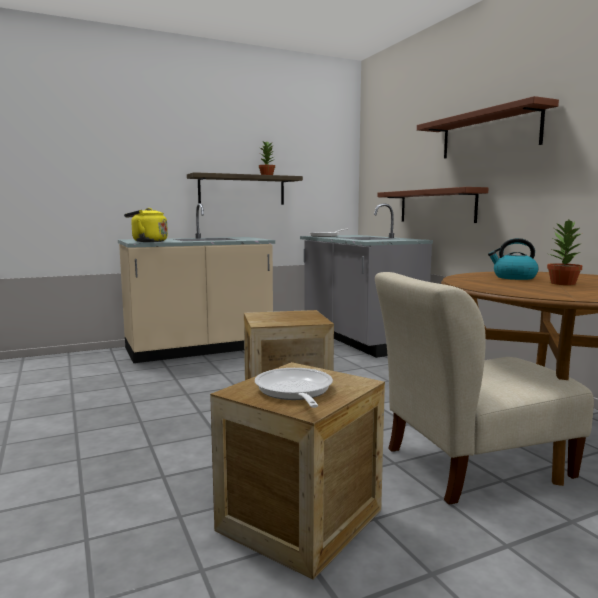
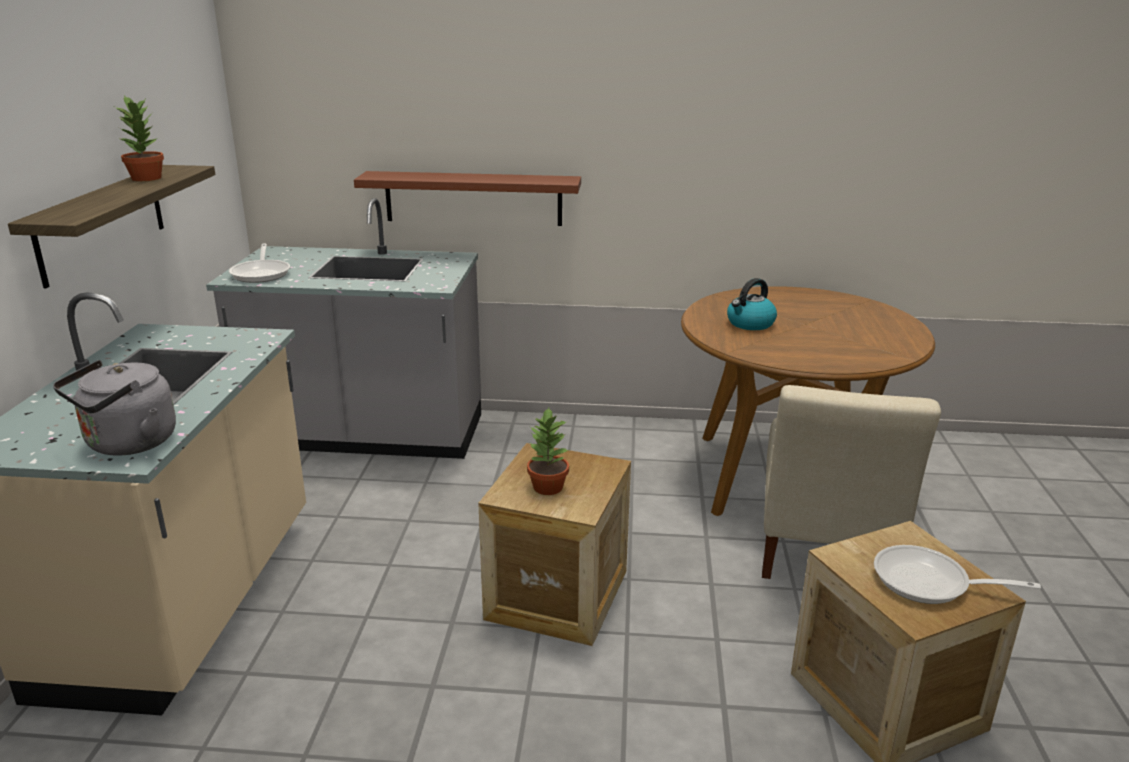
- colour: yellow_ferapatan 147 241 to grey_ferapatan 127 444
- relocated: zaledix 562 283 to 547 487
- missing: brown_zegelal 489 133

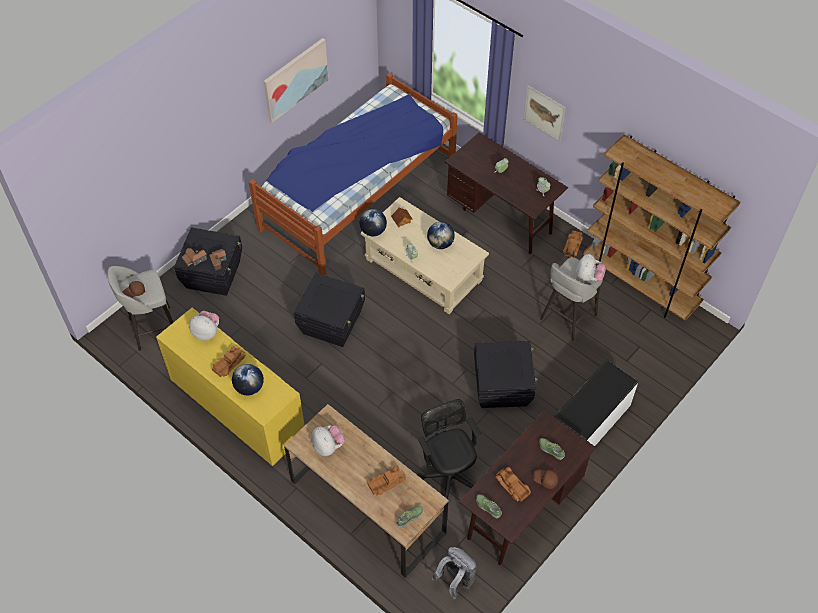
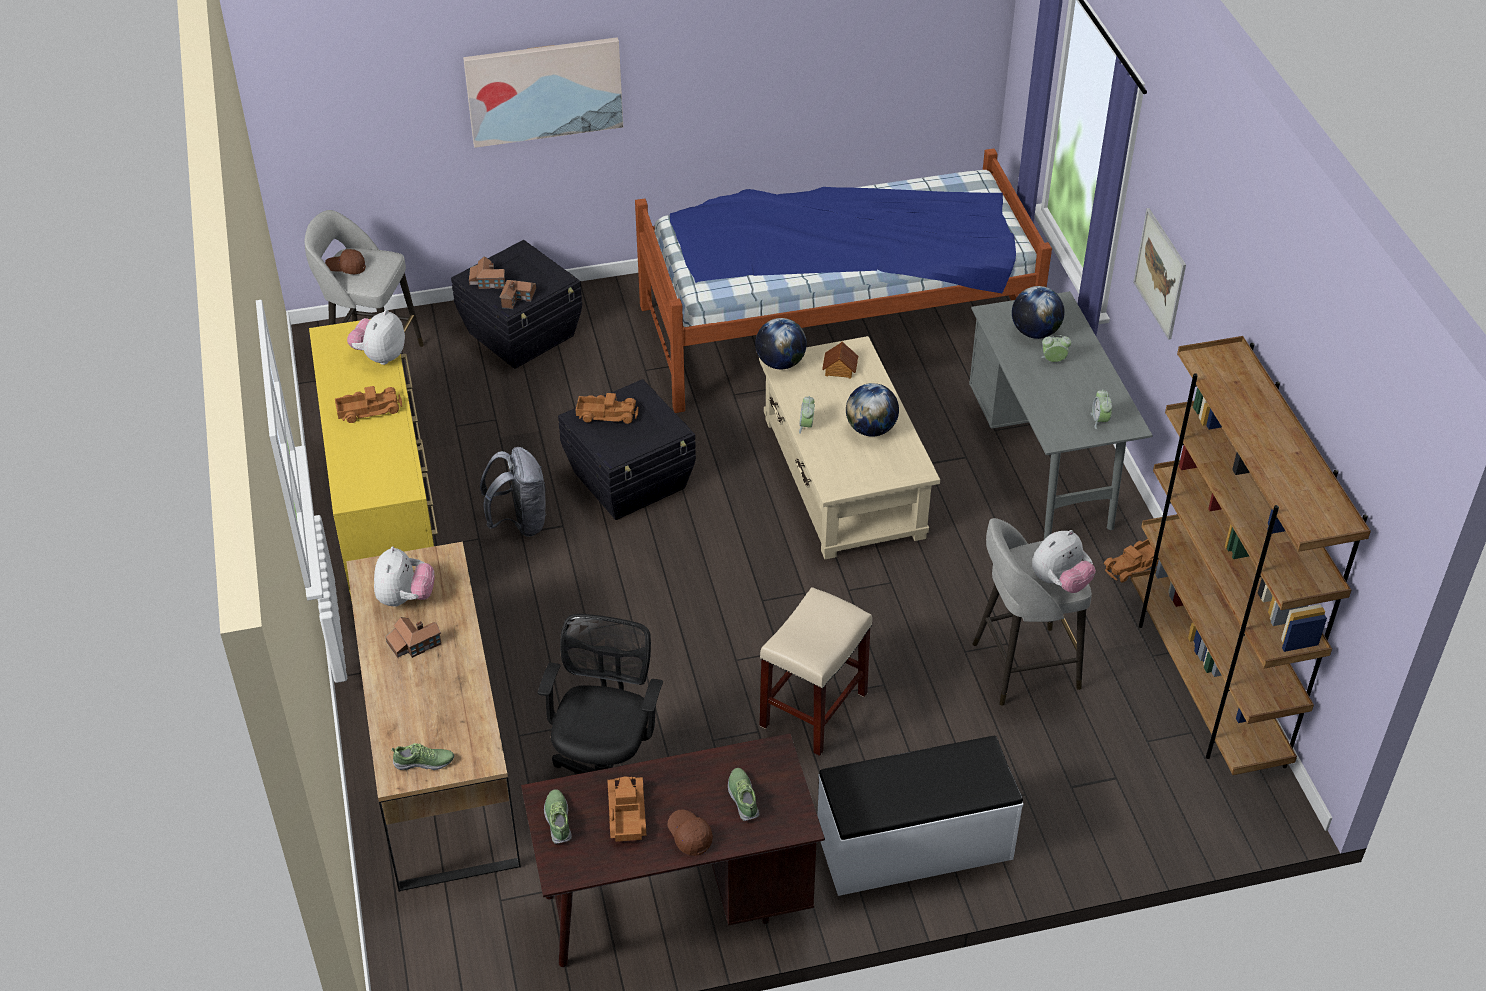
- spun: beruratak 207 332 = 380 356 120 degrees counterclockwise
- appeared: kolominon 414 643
- relocated: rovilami 295 79 to 544 90
- relocated: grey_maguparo 455 580 to 519 522
- relocated: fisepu 386 482 to 607 414
- exchanged: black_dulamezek 502 387 to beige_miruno 813 708
- colour: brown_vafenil 501 217 to grey_vafenil 1044 465
- relocated: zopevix 249 387 to 1035 332

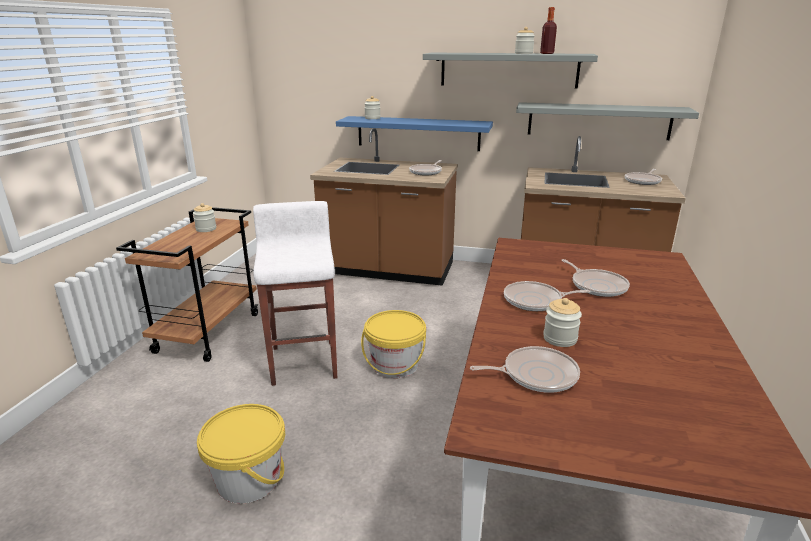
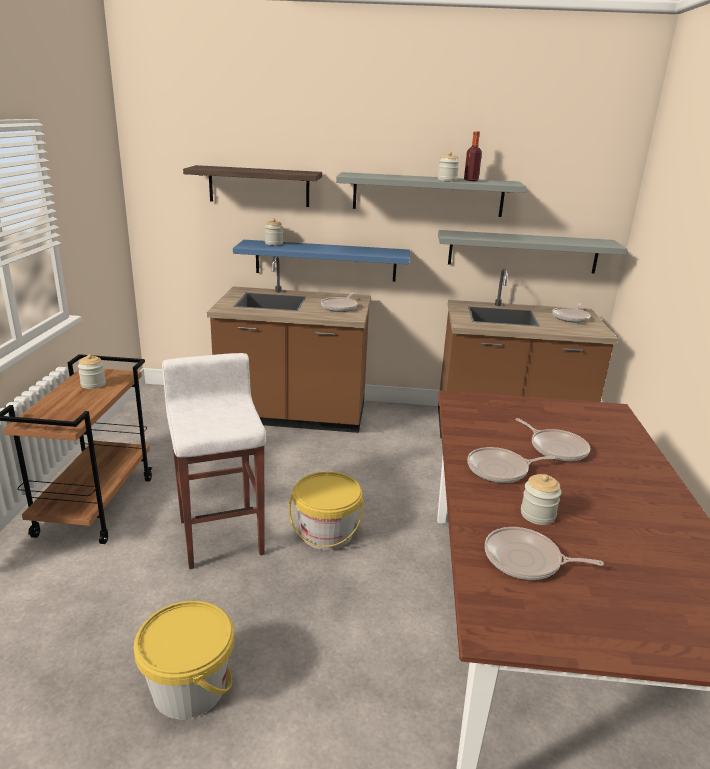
- appeared: zegelal 259 186
- spun: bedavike 536 375 = 526 560 150 degrees counterclockwise

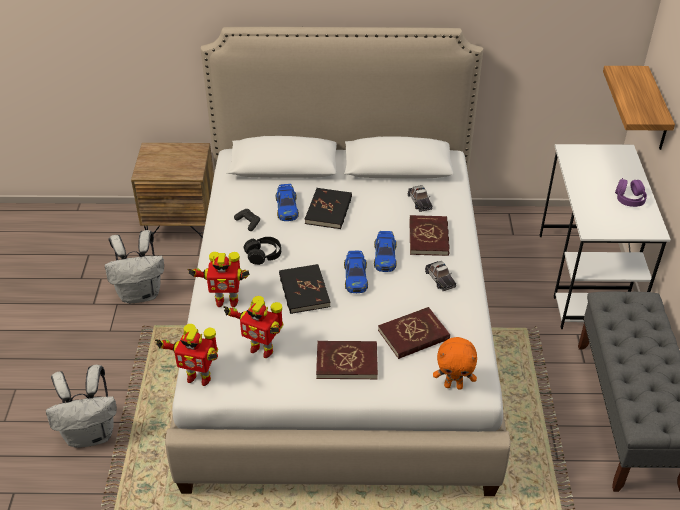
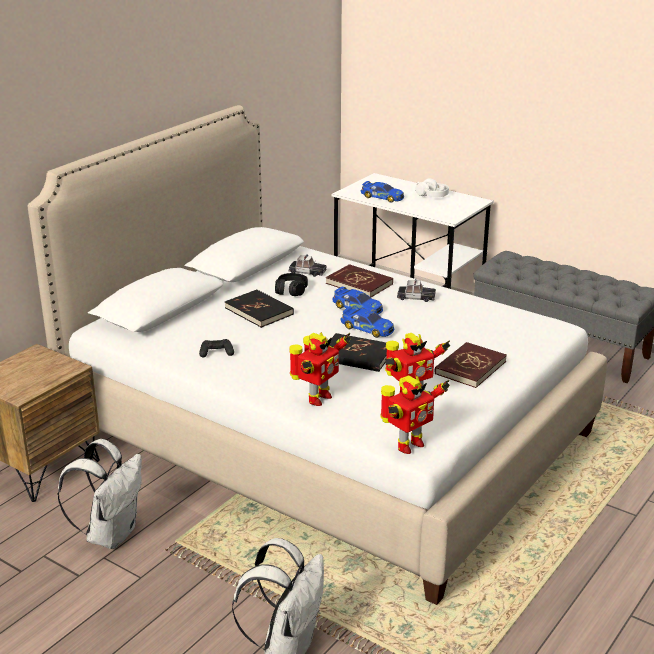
- relocated: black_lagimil 263 255 to 291 290
- relocated: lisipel 287 207 to 382 197
- colour: purple_lagimil 629 198 to white_lagimil 432 195
- missing: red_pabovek 413 335
- missing: orange_beruratak 453 385
- missing: zegelal 656 111

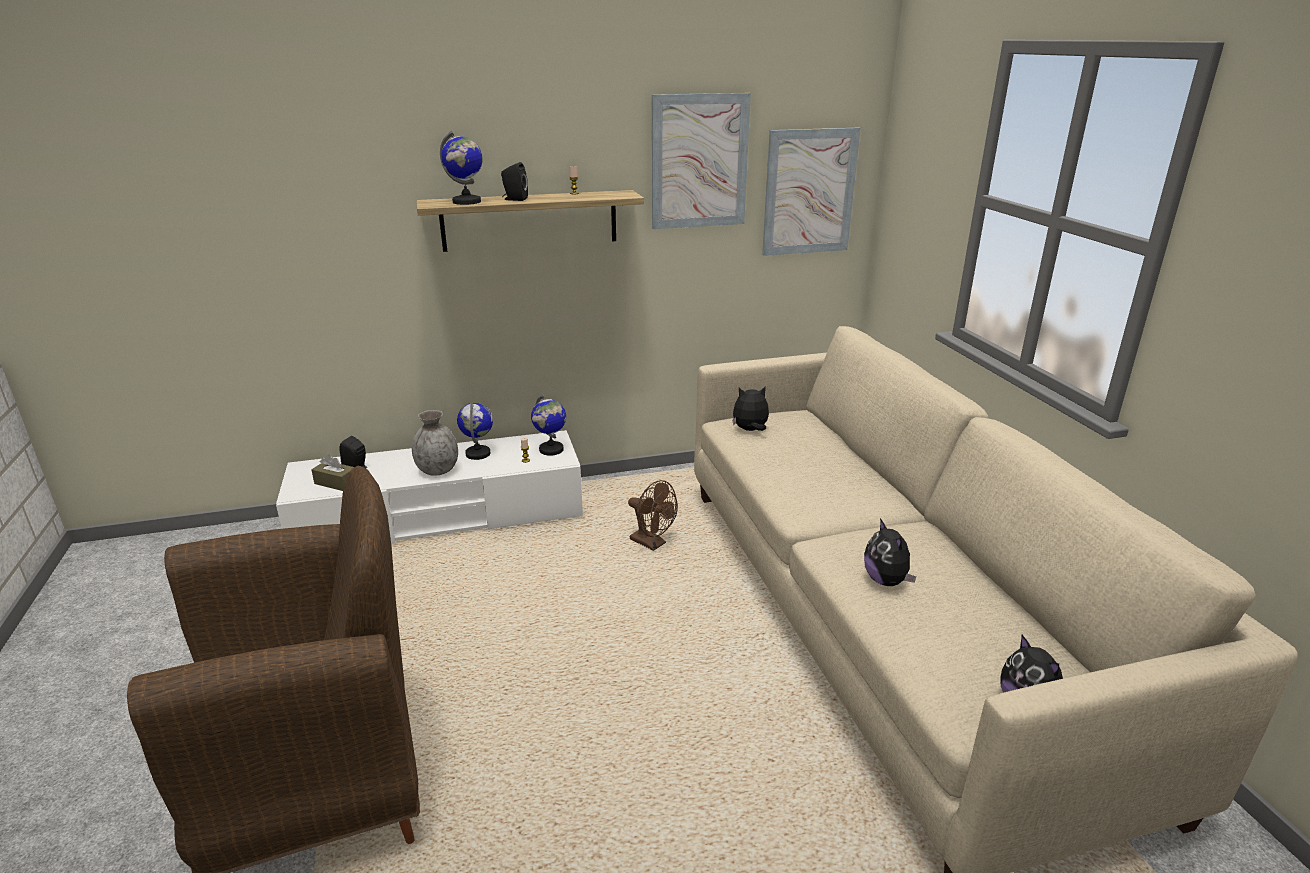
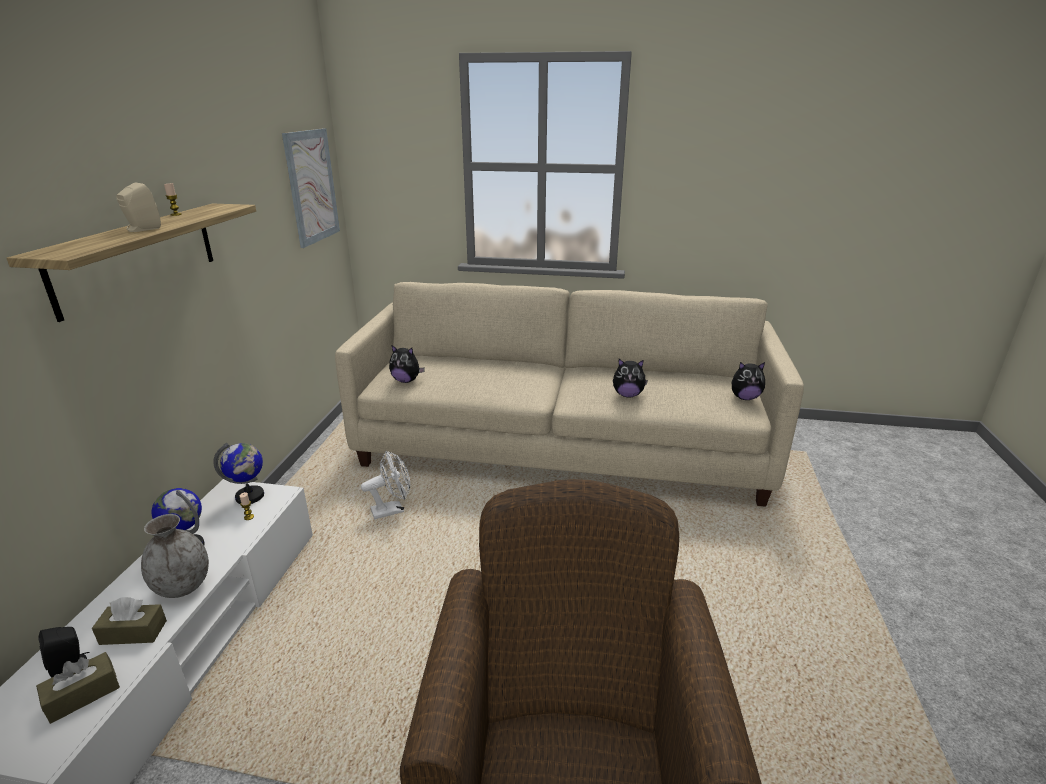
- appeared: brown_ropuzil 133 632
- colour: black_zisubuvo 514 199 to beige_zisubuvo 142 229
- colour: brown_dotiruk 652 544 to white_dotiruk 392 510
- spun: beruratak 750 430 = 406 380 90 degrees counterclockwise
- missing: zopevix 466 202
- missing: rovilami 699 162

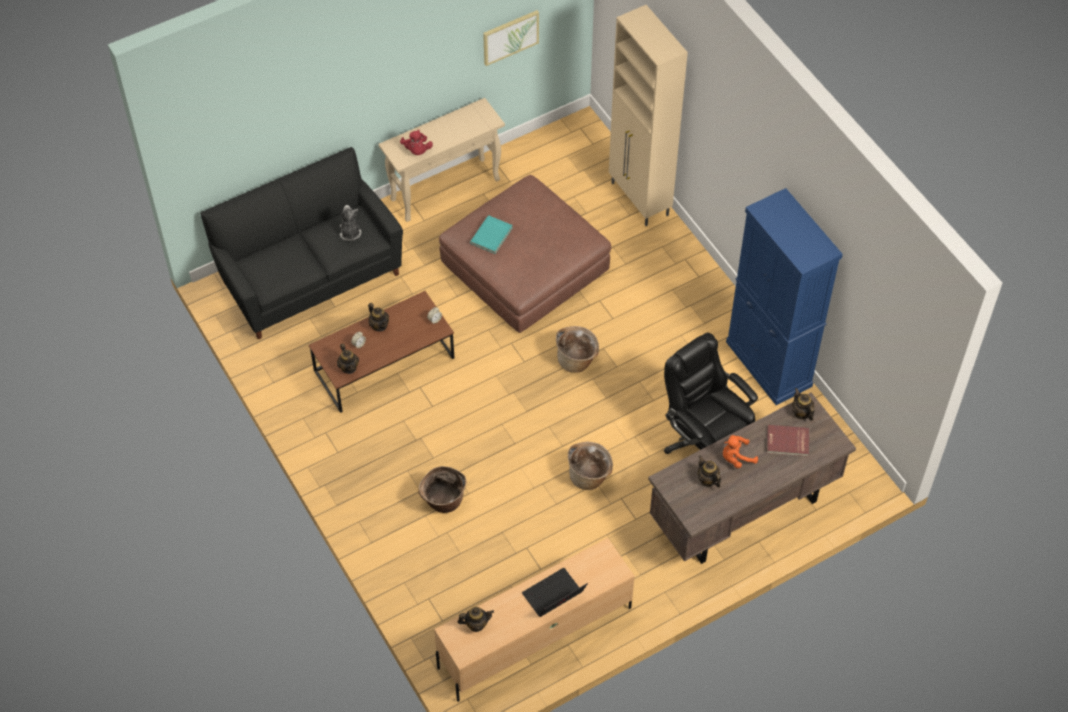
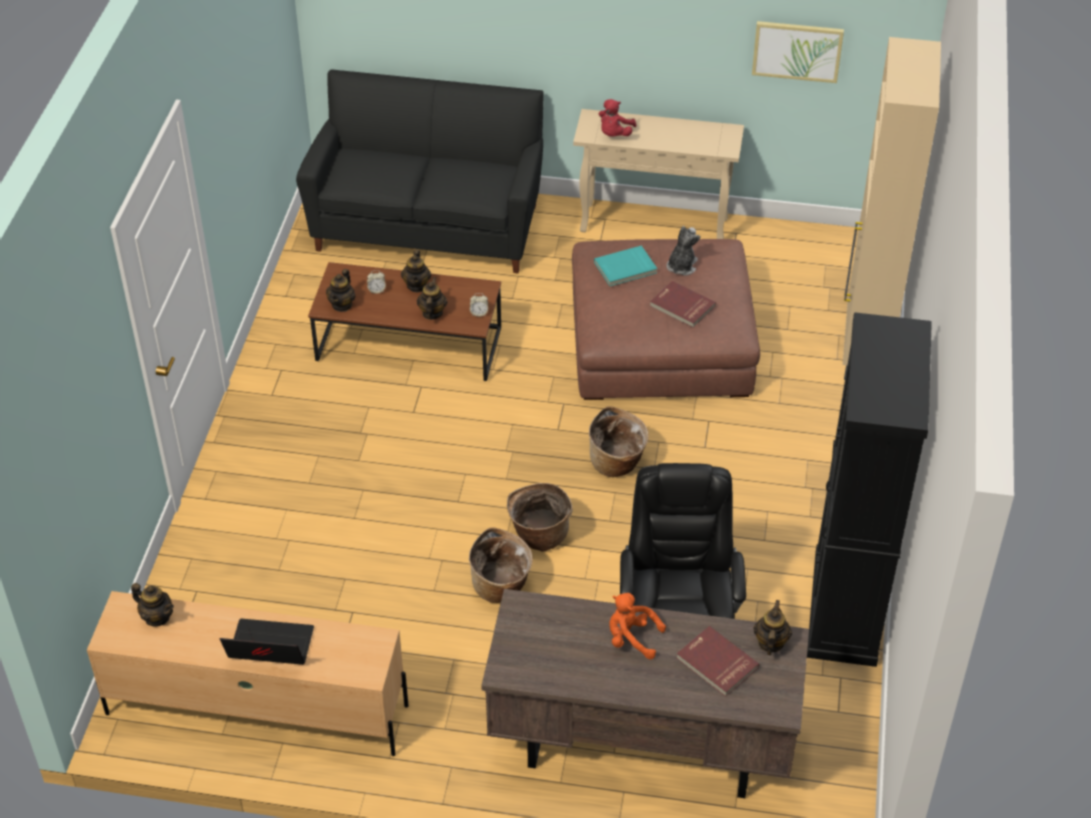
- relocated: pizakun 707 480 to 432 313
- relocated: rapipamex 443 501 to 539 535
- appeared: red_pabovek 681 306
- relocated: beruratak 350 233 to 681 266
- colour: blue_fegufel 769 364 to black_fegufel 845 608

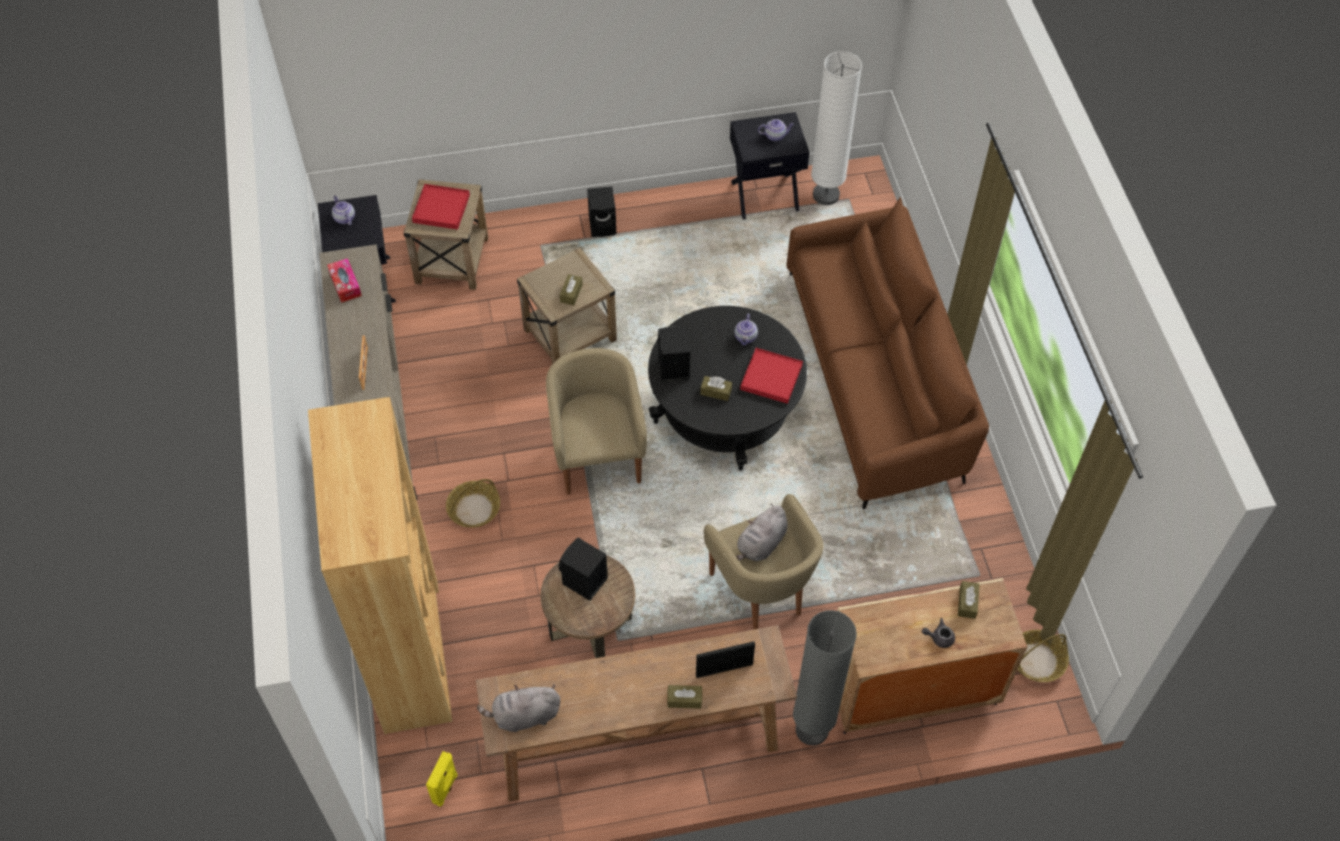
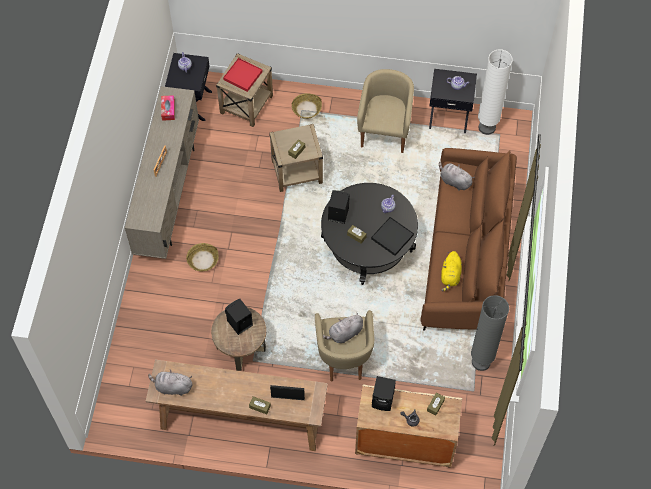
- relocated: rapipamex 1037 660 to 306 109
- relocated: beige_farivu 597 456 to 384 132
- colour: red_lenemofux 771 377 to black_lenemofux 392 237
- relocated: black_zisubuvo 603 225 to 383 400
- appeared: grey_beruratak 454 181
- appeared: yellow_beruratak 450 276
- relocated: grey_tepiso 812 730 to 481 362
- missing: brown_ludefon 411 654
- missing: yellow_zisubuvo 446 788

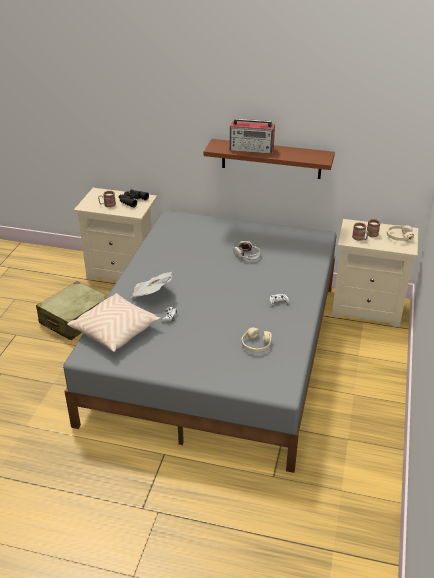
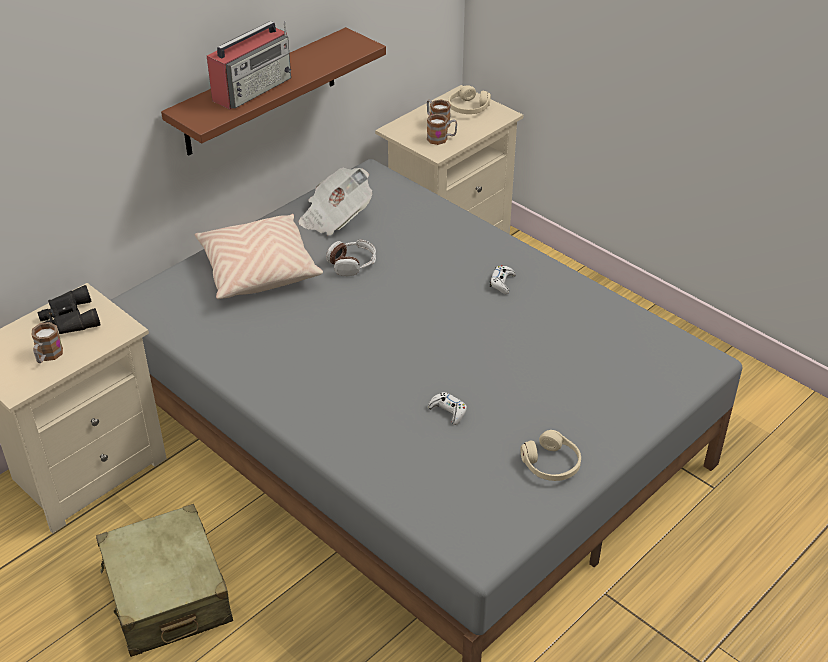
- relocated: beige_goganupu 115 331 to 258 270
- relocated: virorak 151 294 to 335 217
- relocated: beige_lagimil 256 344 to 551 464

